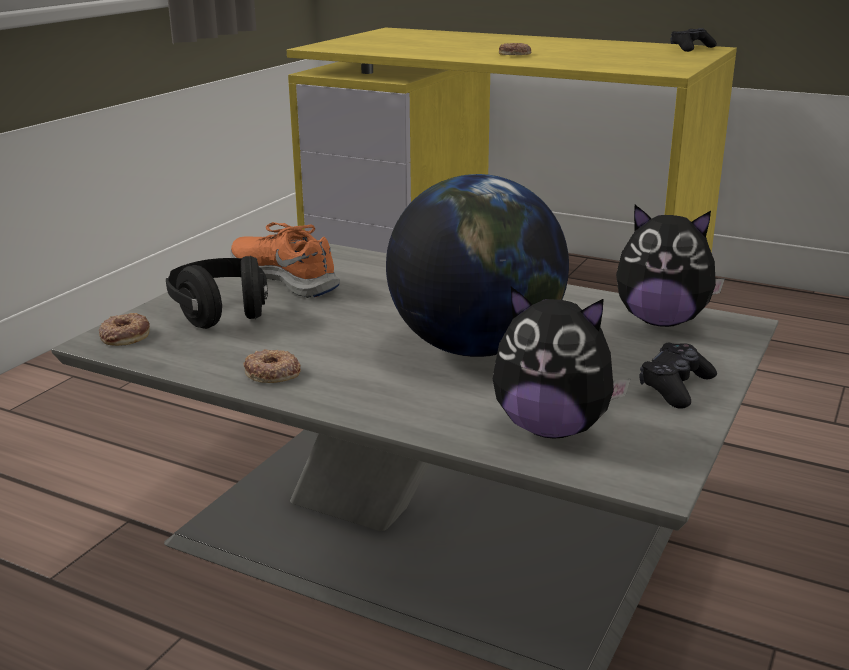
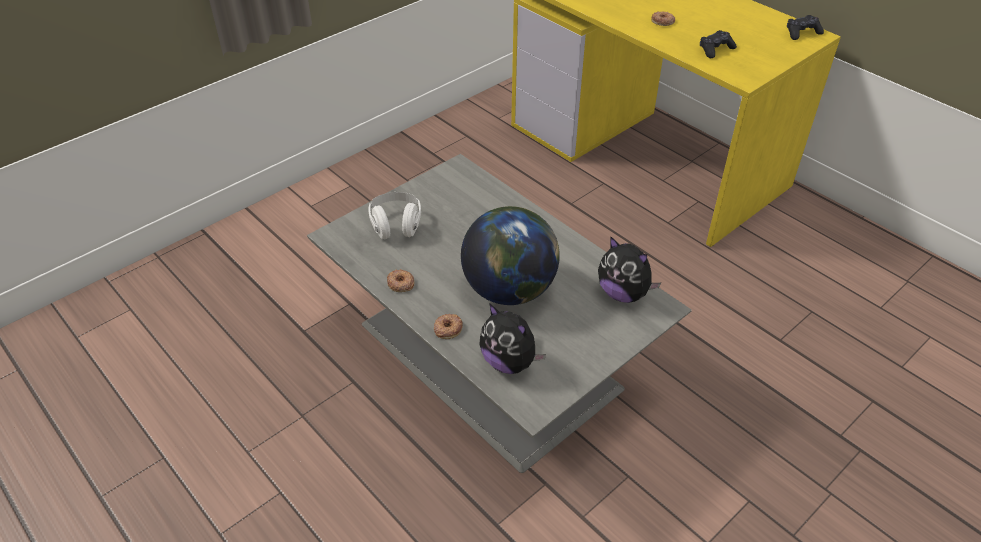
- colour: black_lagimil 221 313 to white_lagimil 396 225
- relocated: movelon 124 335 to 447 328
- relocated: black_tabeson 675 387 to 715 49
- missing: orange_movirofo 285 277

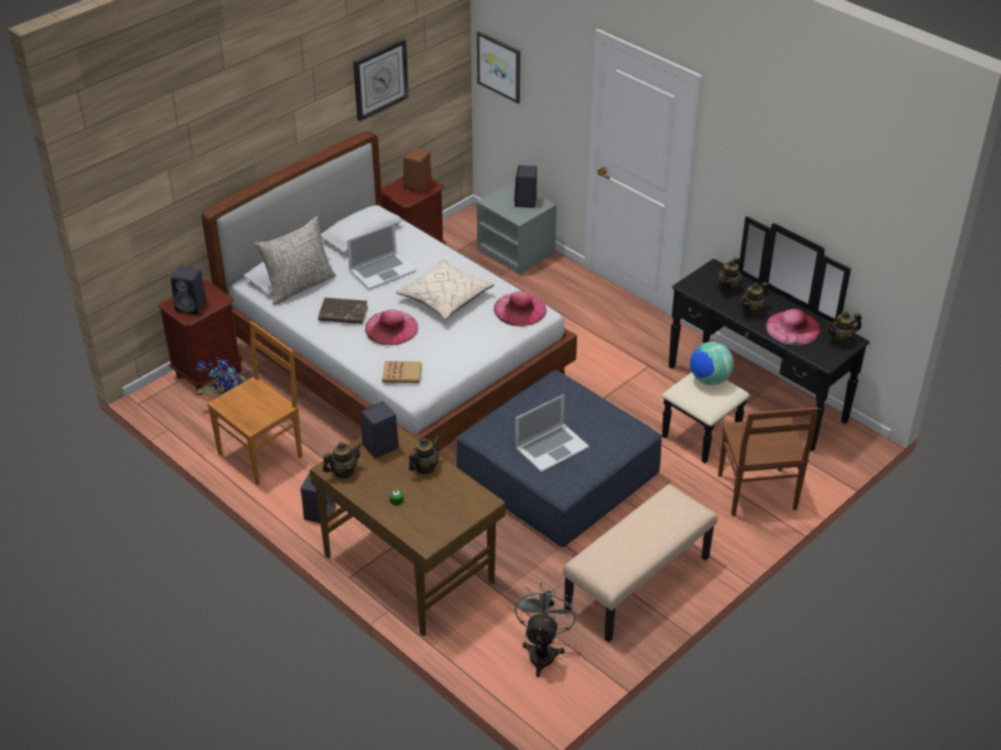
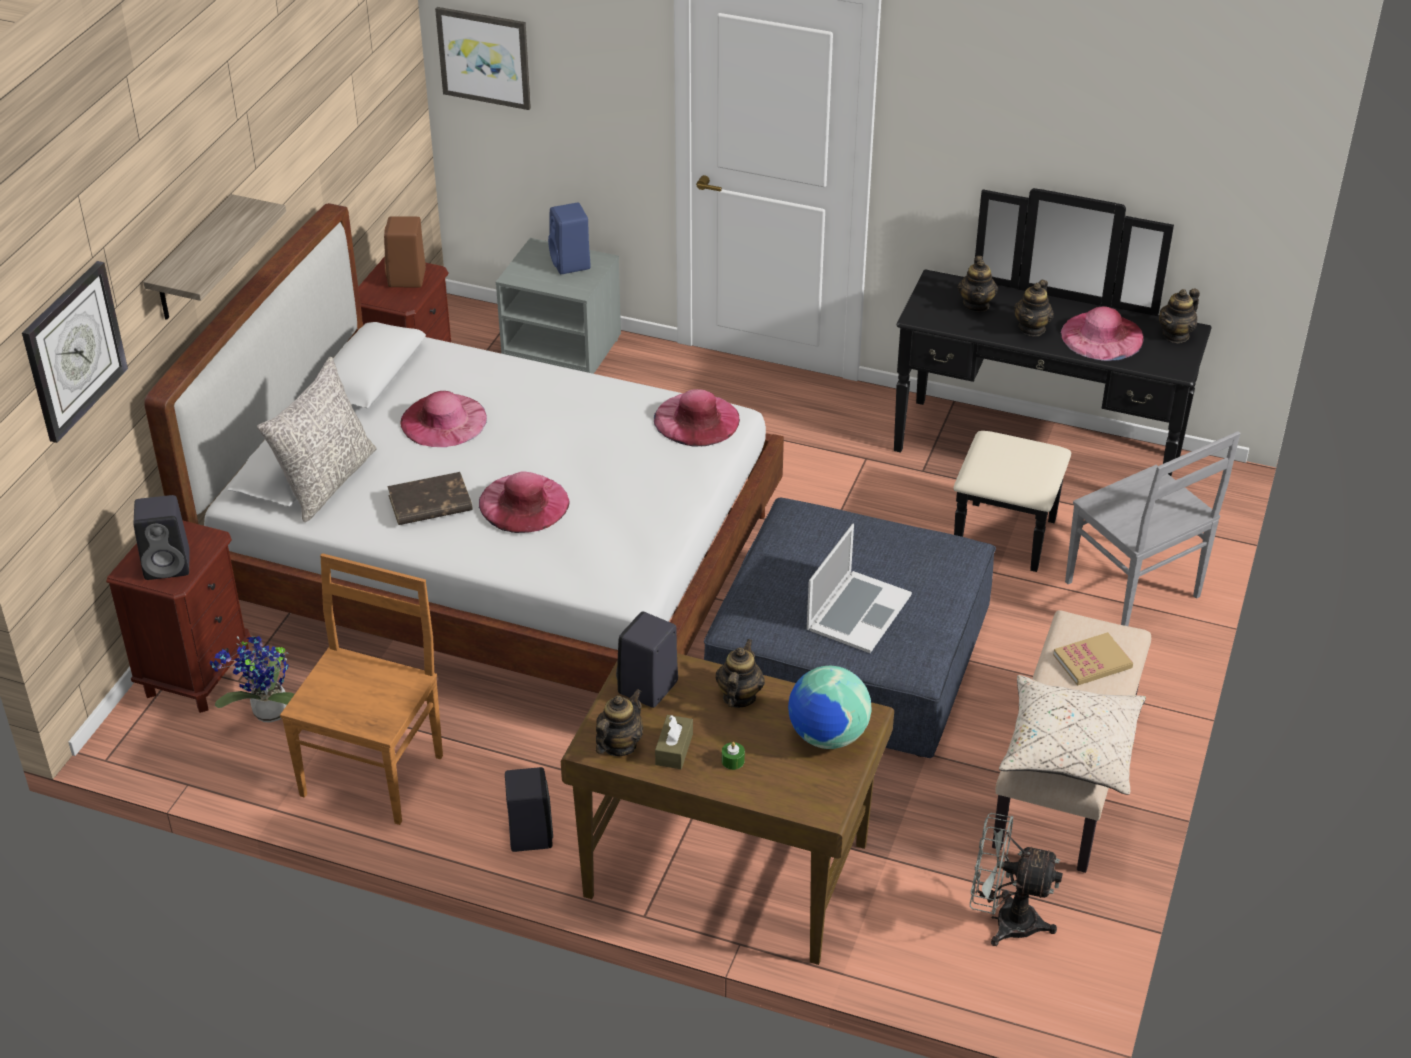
- relocated: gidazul 380 79 to 73 350
- appeared: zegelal 193 261
- exchanged: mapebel 382 270 to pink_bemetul 443 420
- colour: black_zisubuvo 525 202 to blue_zisubuvo 571 264
- appeared: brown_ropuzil 674 749
- relocated: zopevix 709 379 to 827 736
- spun: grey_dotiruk 543 651 = 1004 920 60 degrees counterclockwise
- relocated: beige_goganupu 444 298 to 1069 749
- relocated: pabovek 402 374 to 1092 661
- colour: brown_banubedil 757 494 to grey_banubedil 1134 592

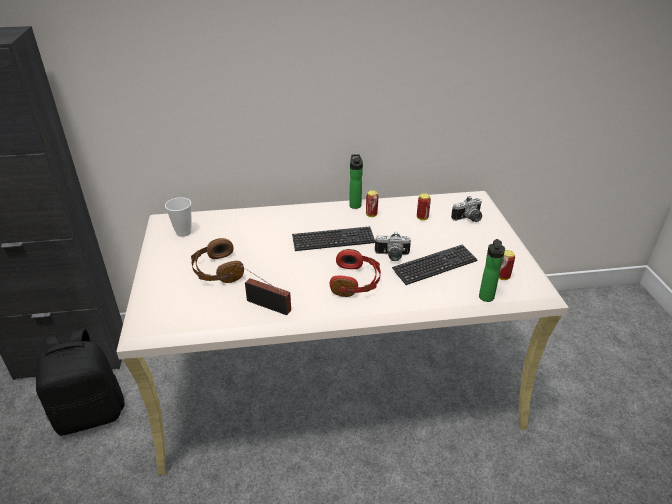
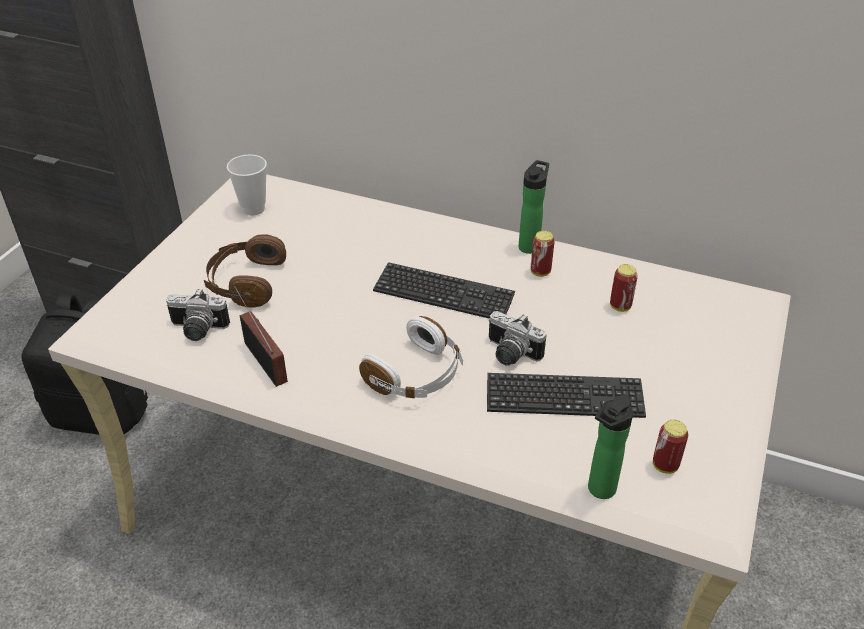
- relocated: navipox 469 219 to 197 330
- colour: red_lagimil 356 282 to white_lagimil 416 375

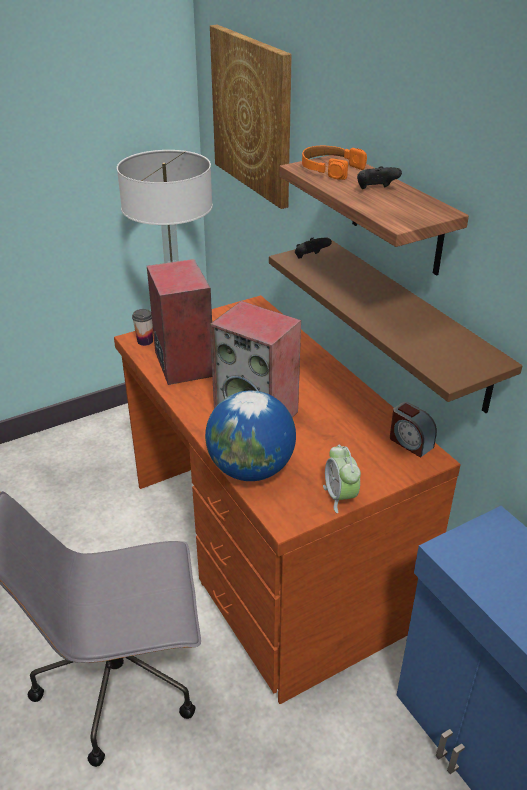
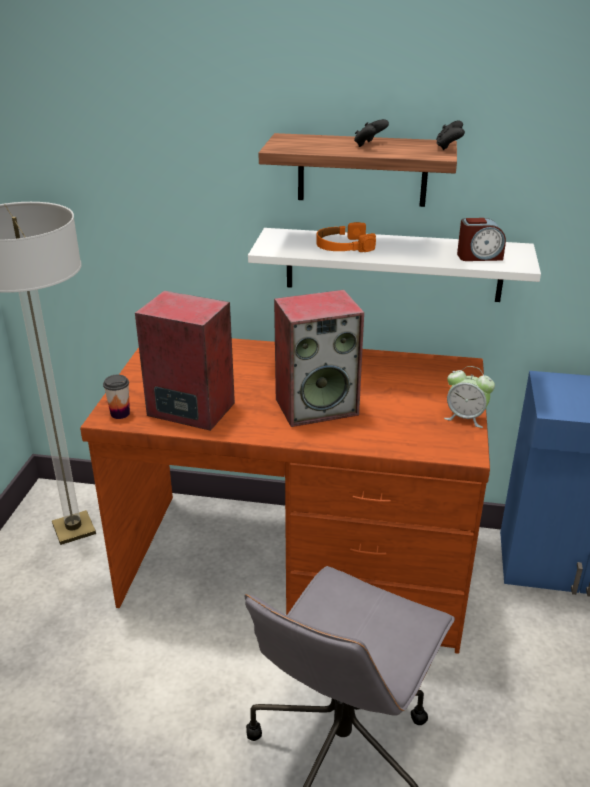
- colour: brown_zegelal 410 323 to white_zegelal 393 265
- relocated: orange_lagimil 330 169 to 343 246
- relocated: black_tabeson 310 258 to 448 147
- relocated: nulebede 410 442 to 479 256
- missing: zopevix 250 469
- missing: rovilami 252 115

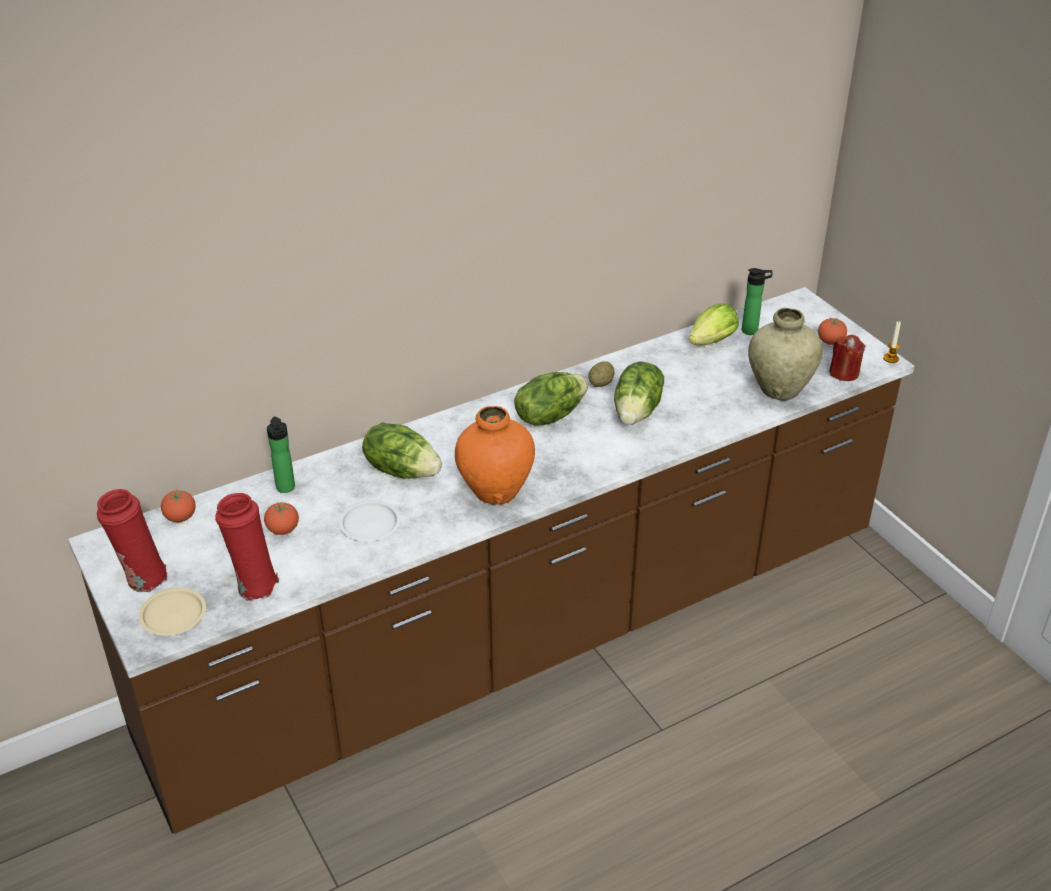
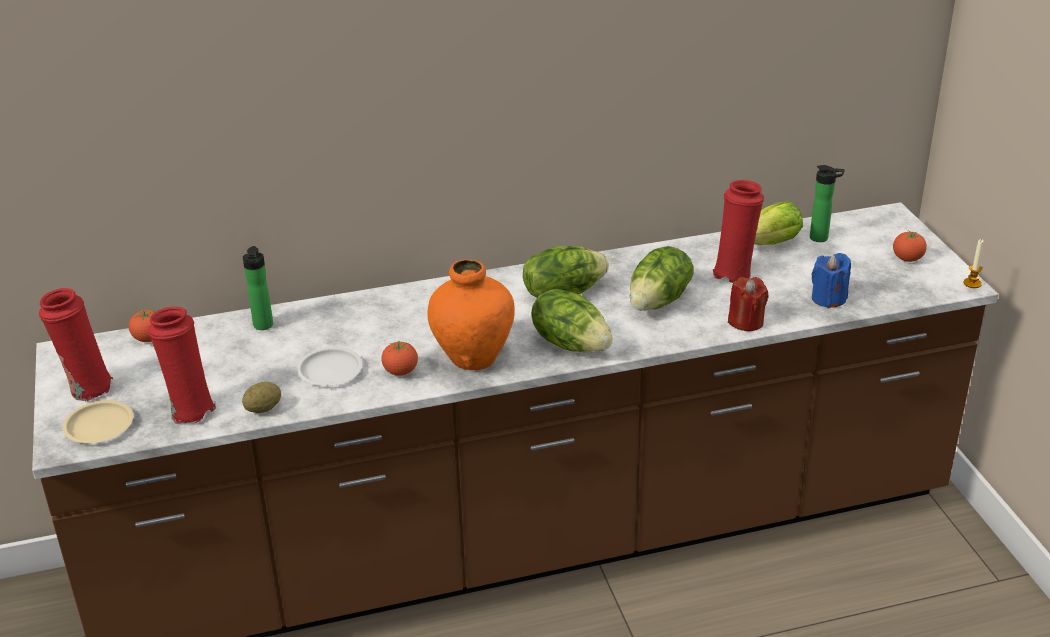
- relocated: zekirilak 601 383 to 263 409
- relocated: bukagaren 283 530 to 400 372
- relocated: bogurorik 402 470 to 571 343
- appeared: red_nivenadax 734 273
- relocated: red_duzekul 844 373 to 746 321
- exchanged: beige_nivenadax 779 389 to blue_duzekul 828 298

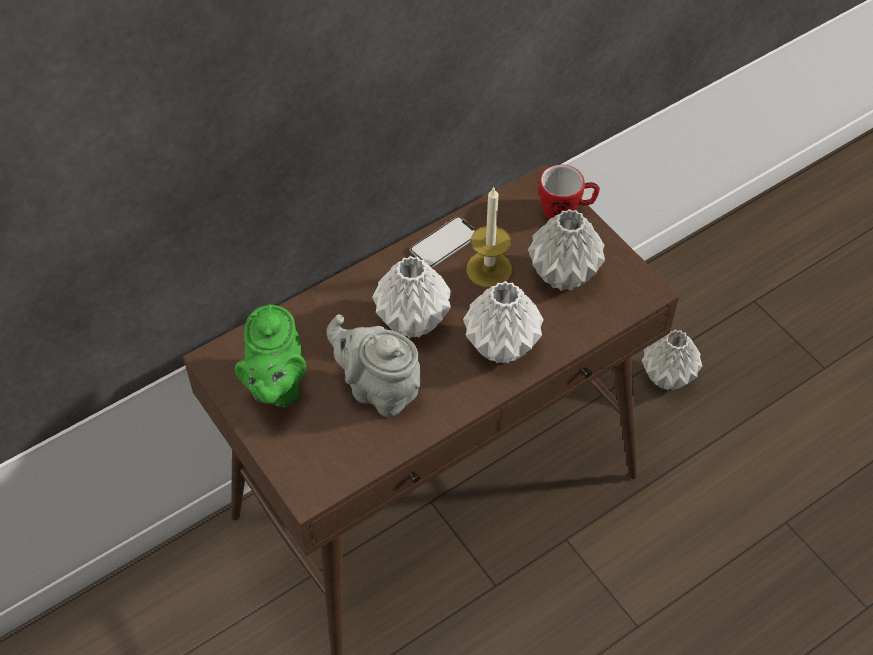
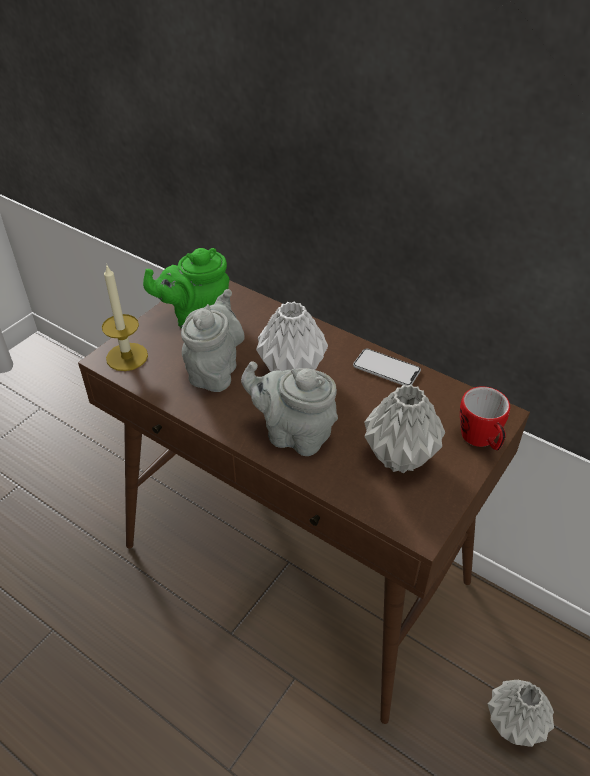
- relocated: duzekul 489 269 to 127 357
- exchanged: white_nivenadax 503 347 to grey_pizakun 294 434

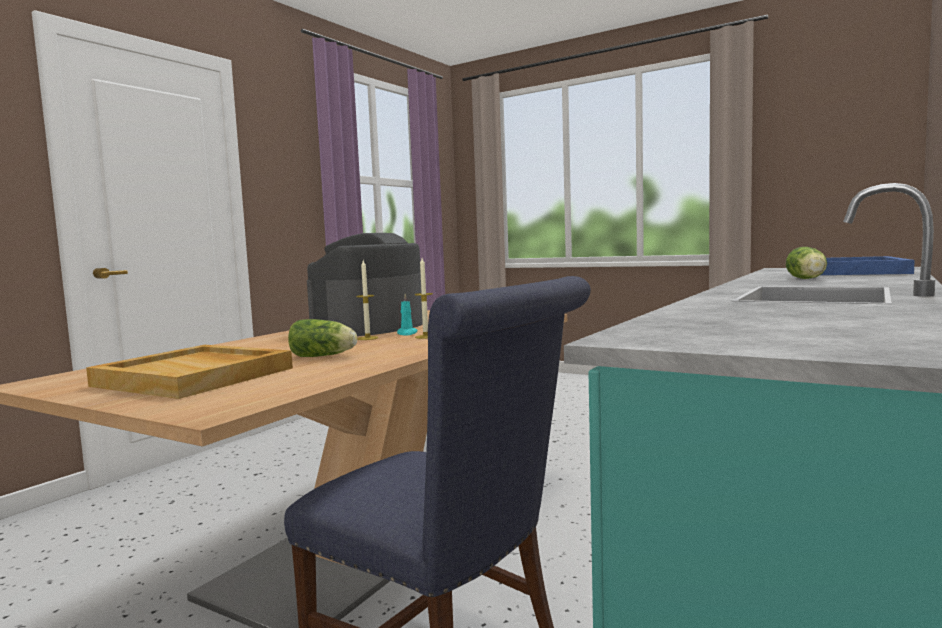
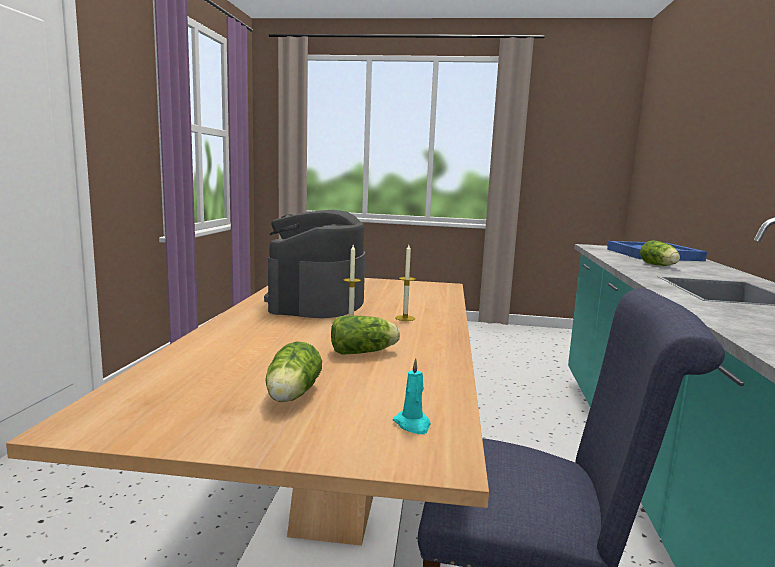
- exchanged: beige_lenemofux 196 377 to bogurorik 291 396
- relocated: turquoise_duzekul 407 333 to 413 425

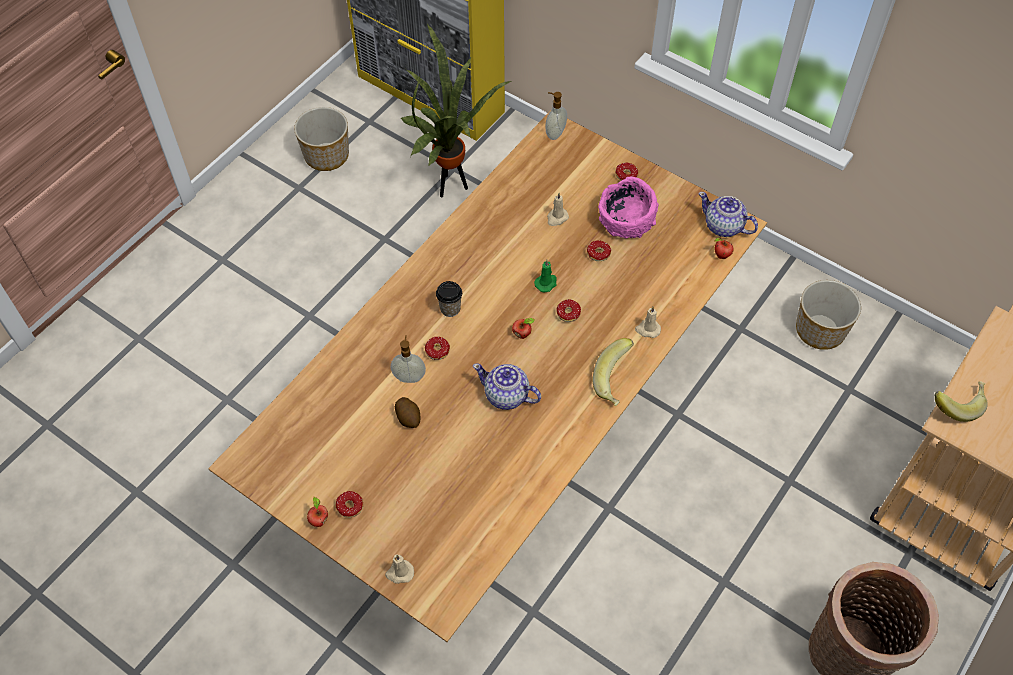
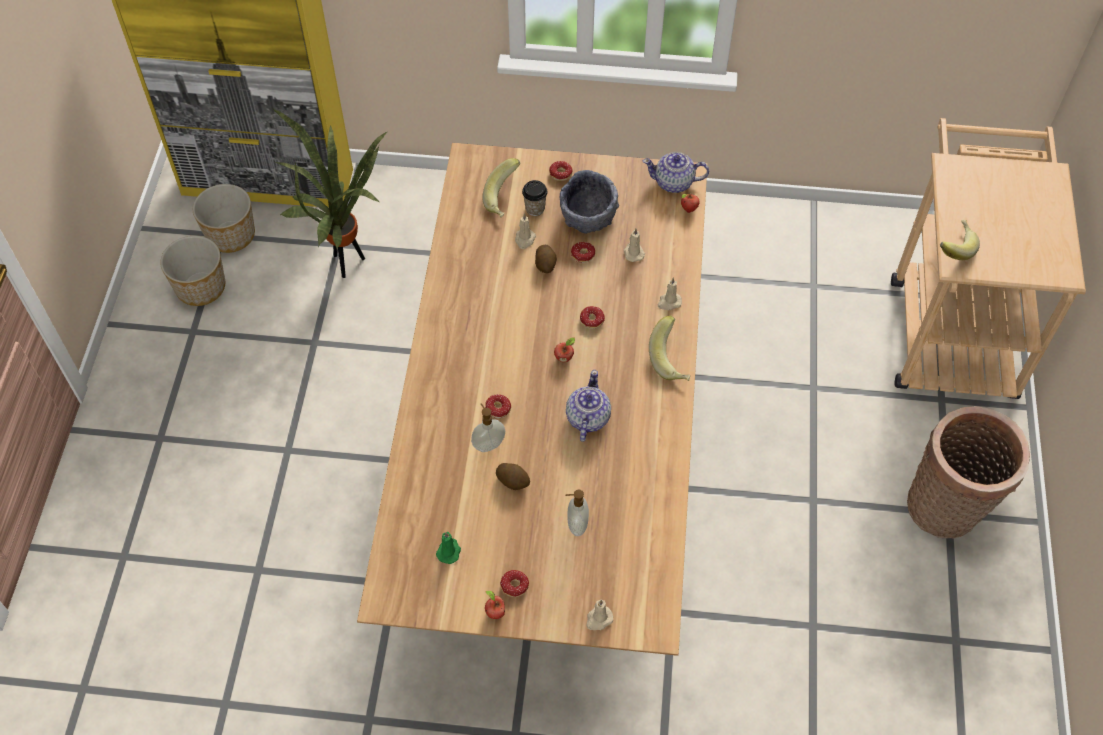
- relocated: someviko 821 330 to 232 235
- relocated: green_duzekul 546 283 to 449 551
- appeared: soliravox 505 199
- relocated: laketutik 450 309 to 535 208
- appeared: zekirilak 545 265
- colour: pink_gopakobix 626 222 to grey_gopakobix 588 216
- relocated: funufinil 554 133 to 576 525
- spun: pizakun 507 396 = 587 418 105 degrees clockwise
- appeared: beige_duzekul 633 252

